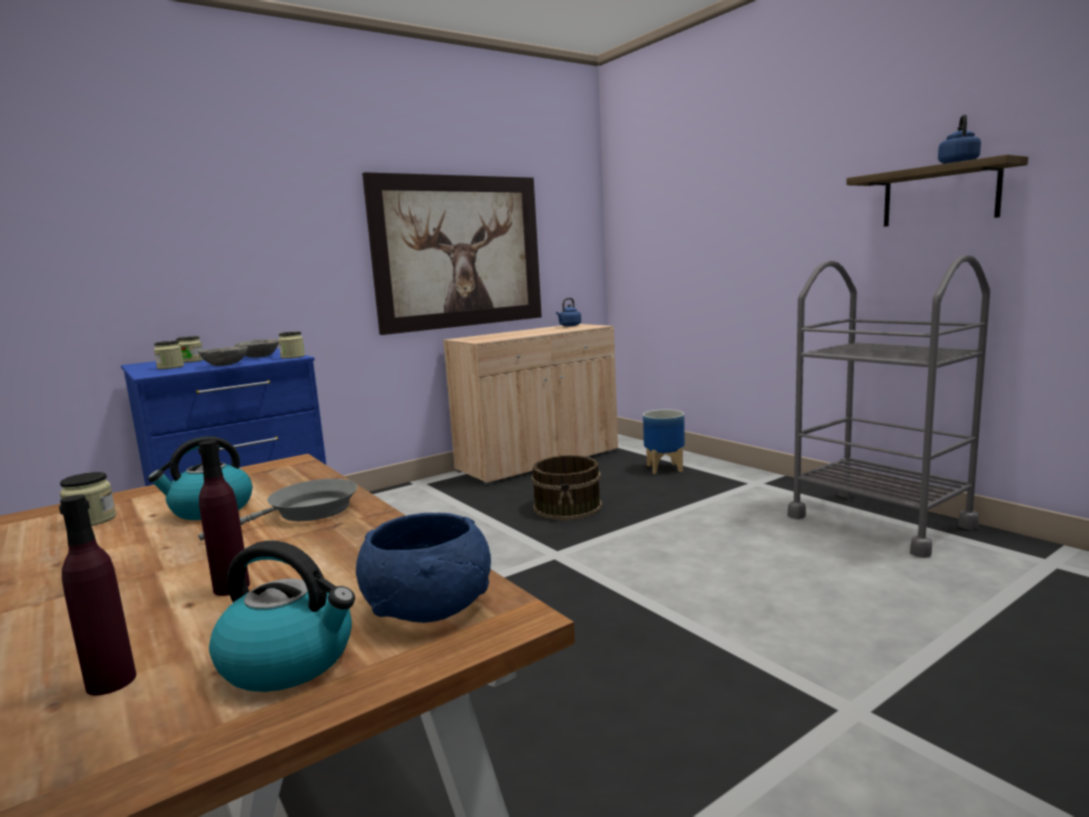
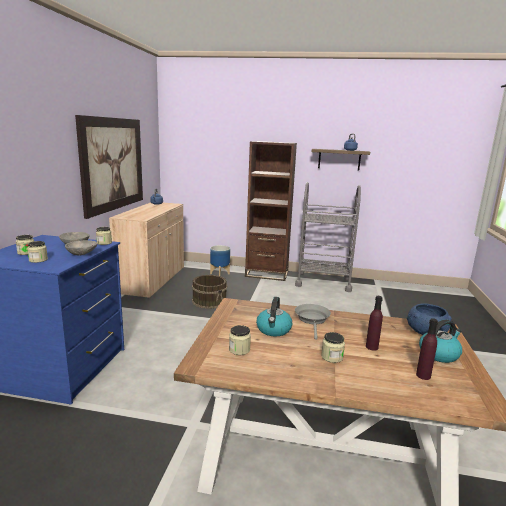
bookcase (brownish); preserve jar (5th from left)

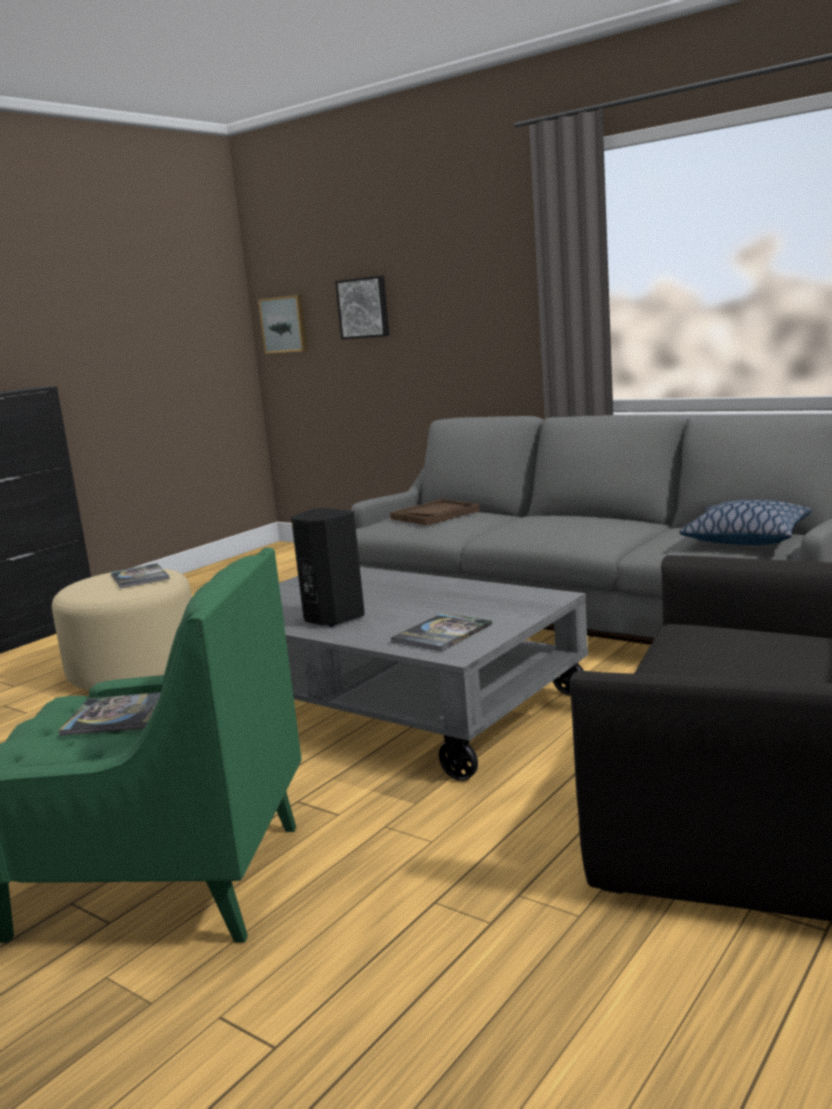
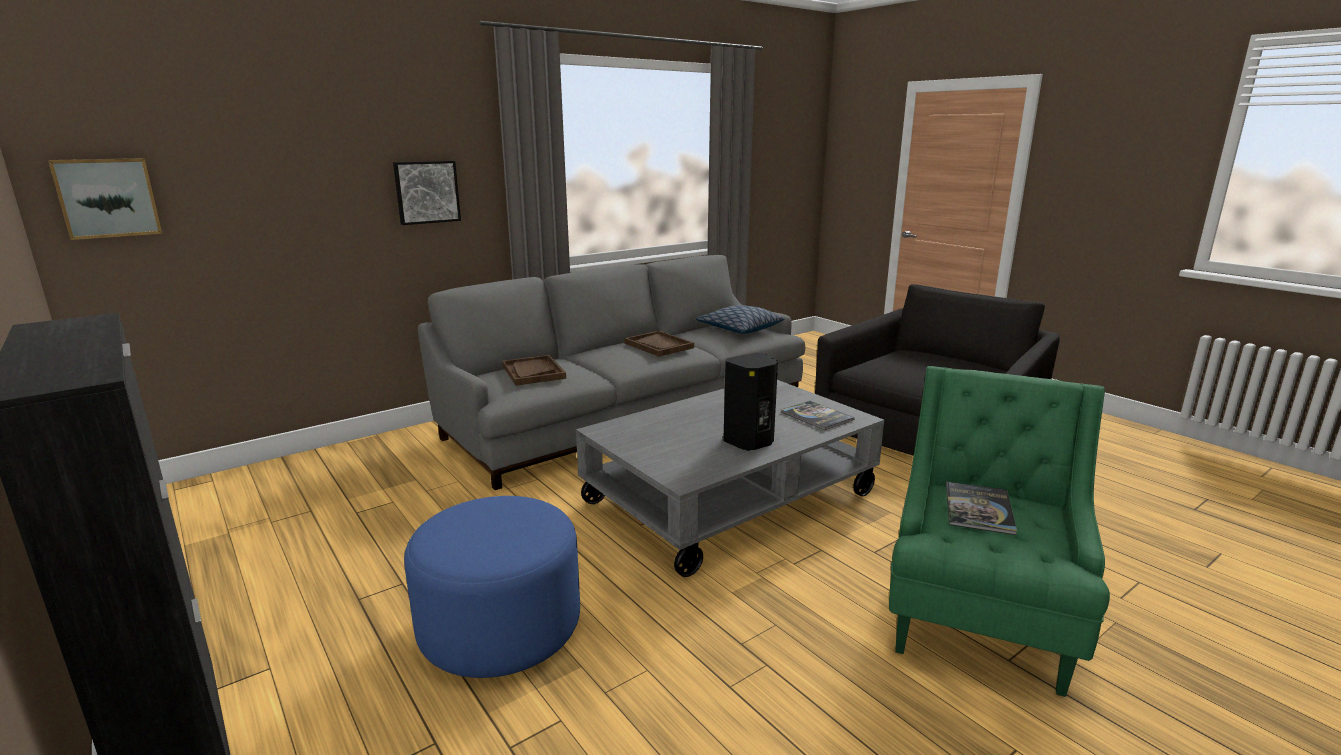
footrest (blue-coloured); bound book (2nd from left in the first image); picture (2nd from left); carrying tray (brownish) (2nd from left)

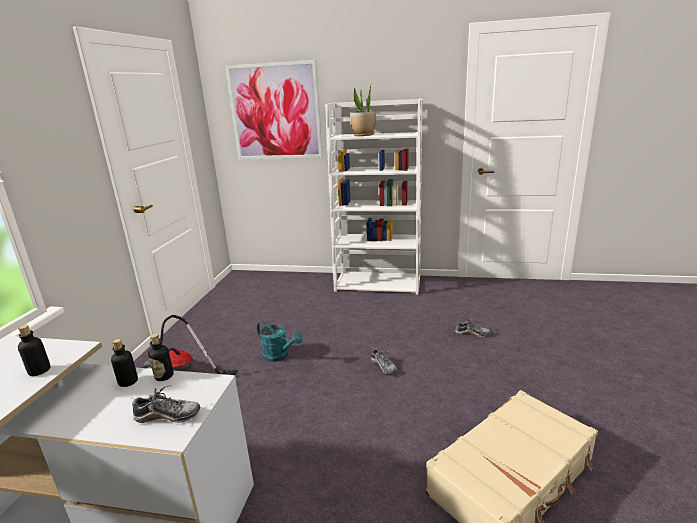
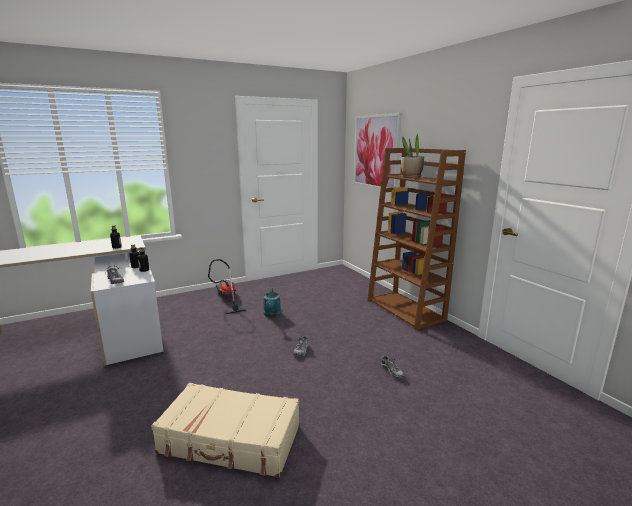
bookcase (brownish)

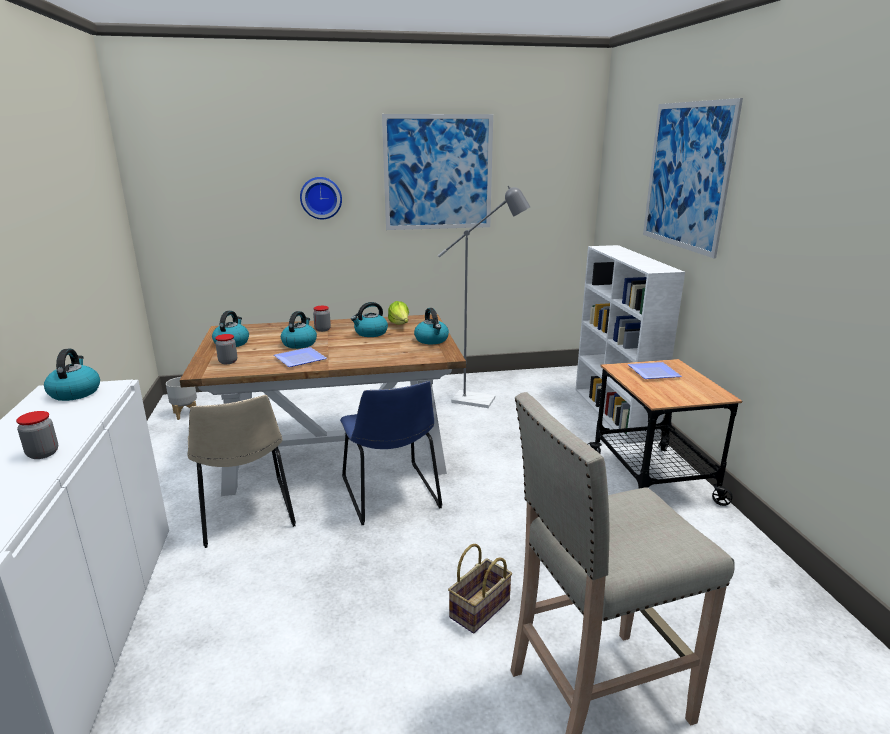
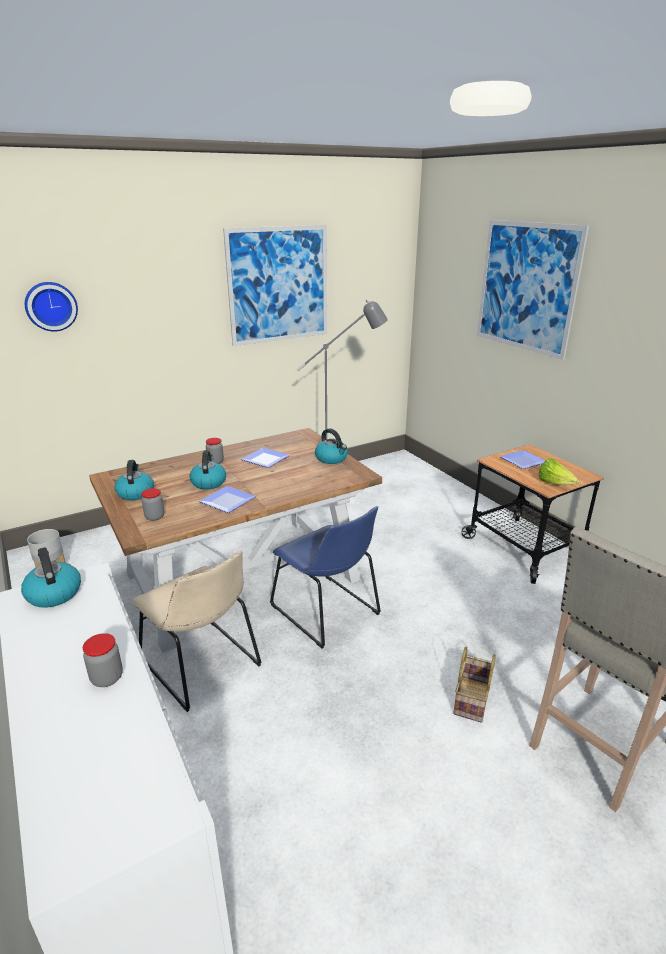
clock on the wall; plate (2nd from left); head of lettuce; bookcase (white)

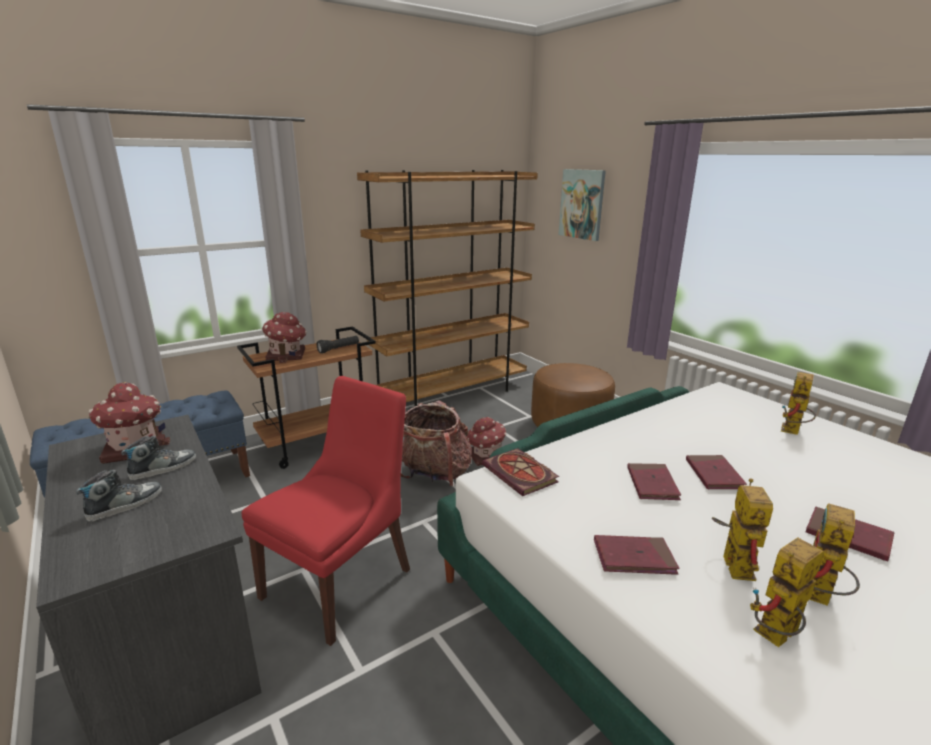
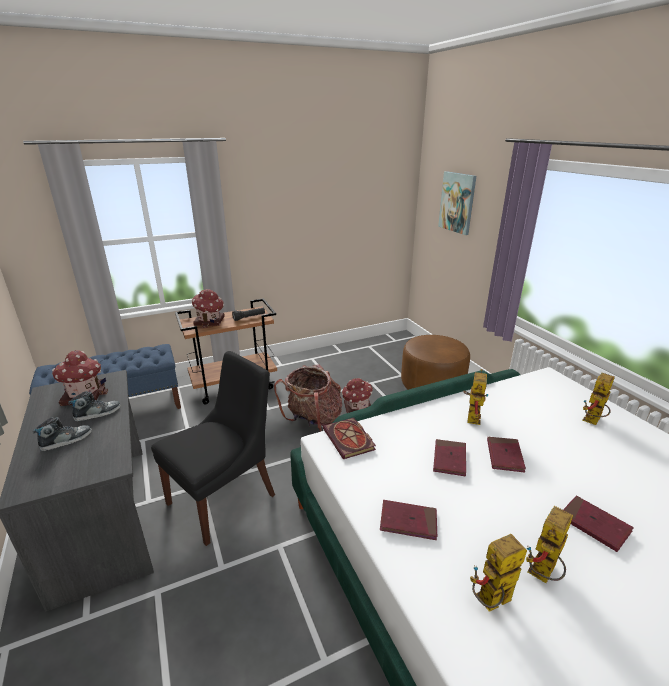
plain chair (blackish); bookcase (brownish); toy robot (1st from left)

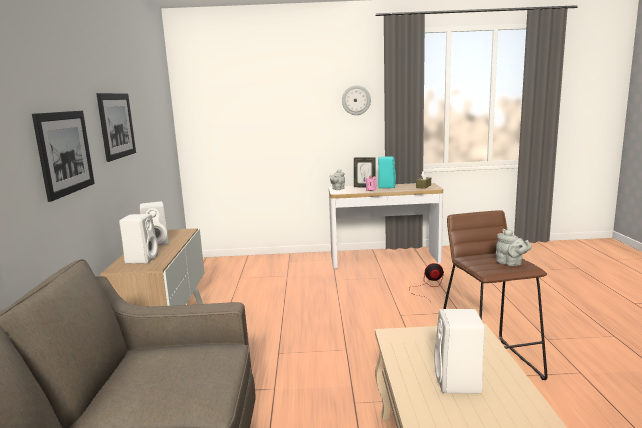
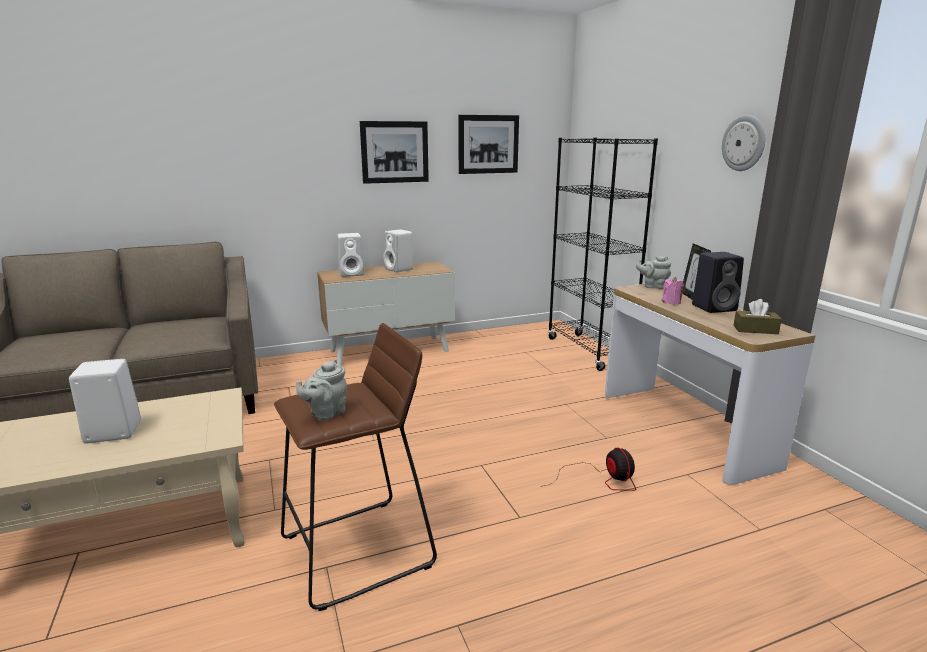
picture (2nd from left); speaker (blackish); bookcase (blackish)

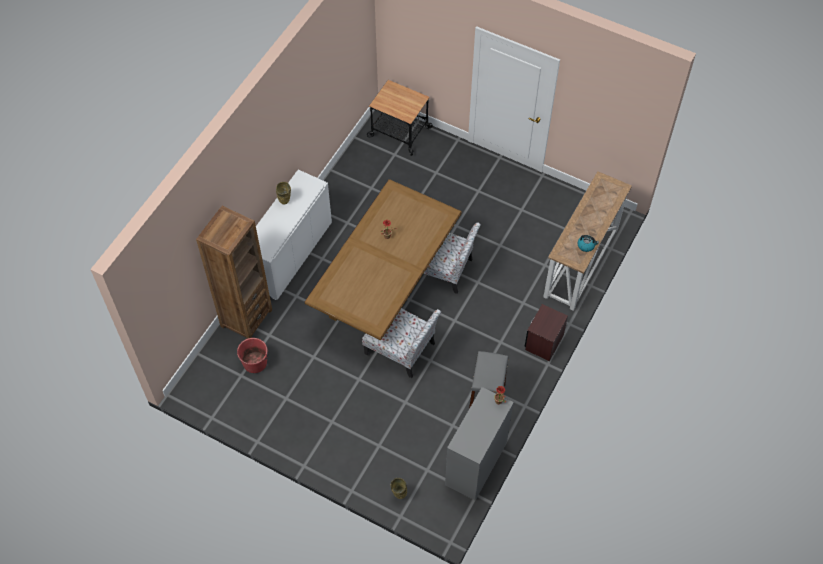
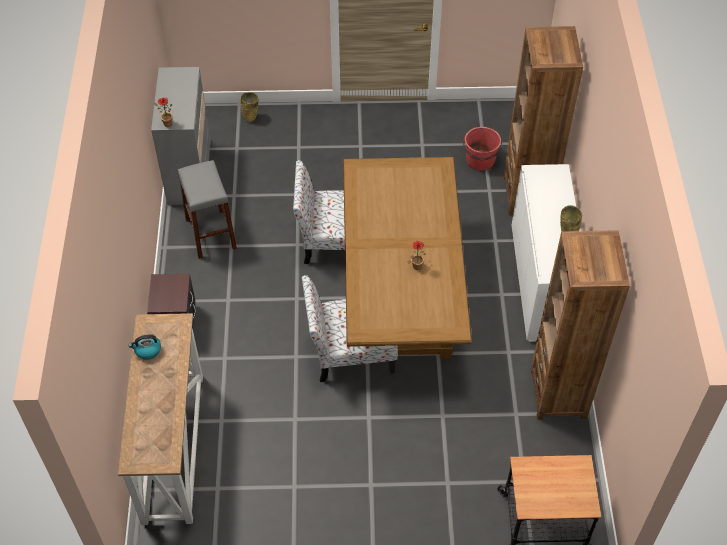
bookcase (brownish) (2nd from left)

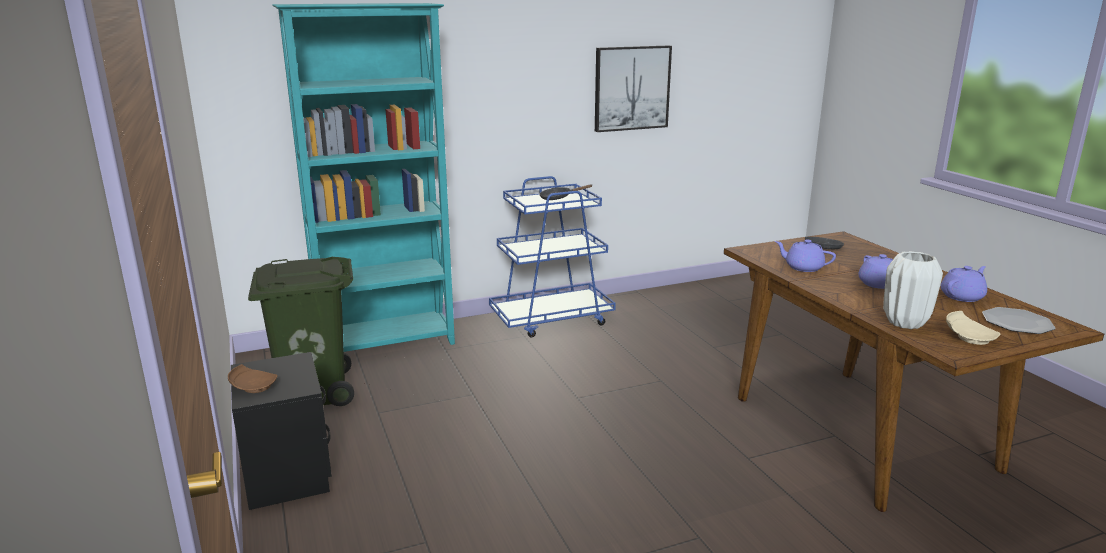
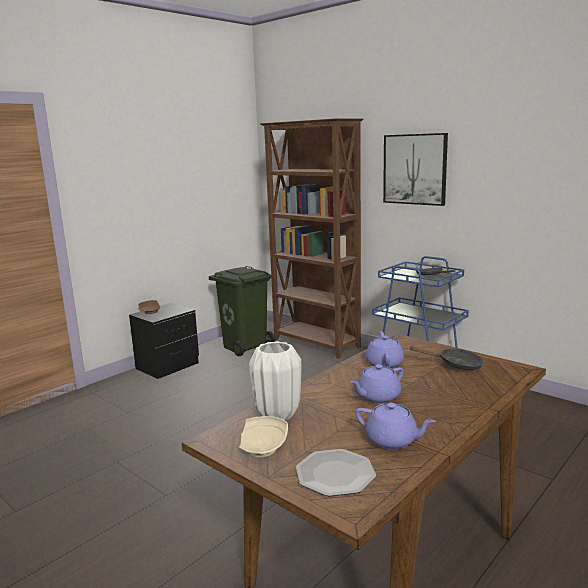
bookcase (brownish); picture

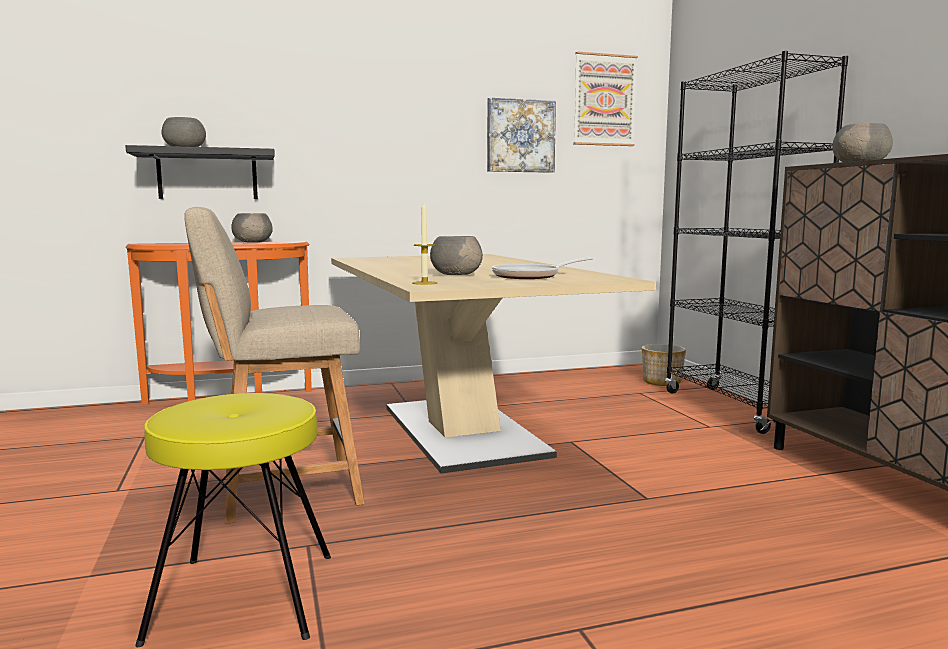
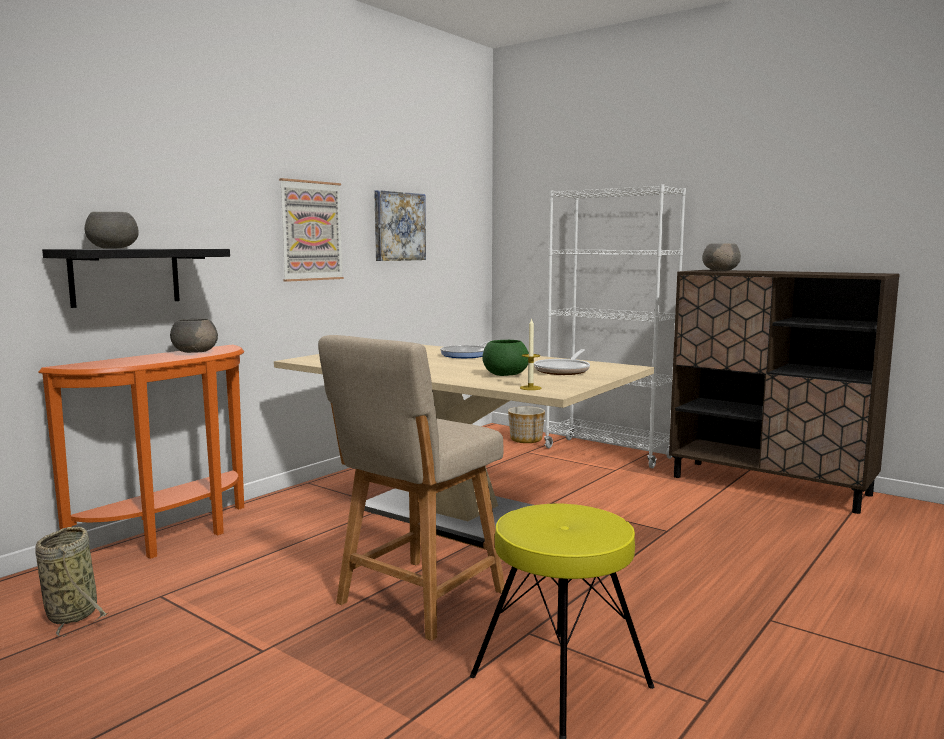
bowl (greenish); picture (1st from left); bookcase (white); storage basket; frying pan (1st from left)

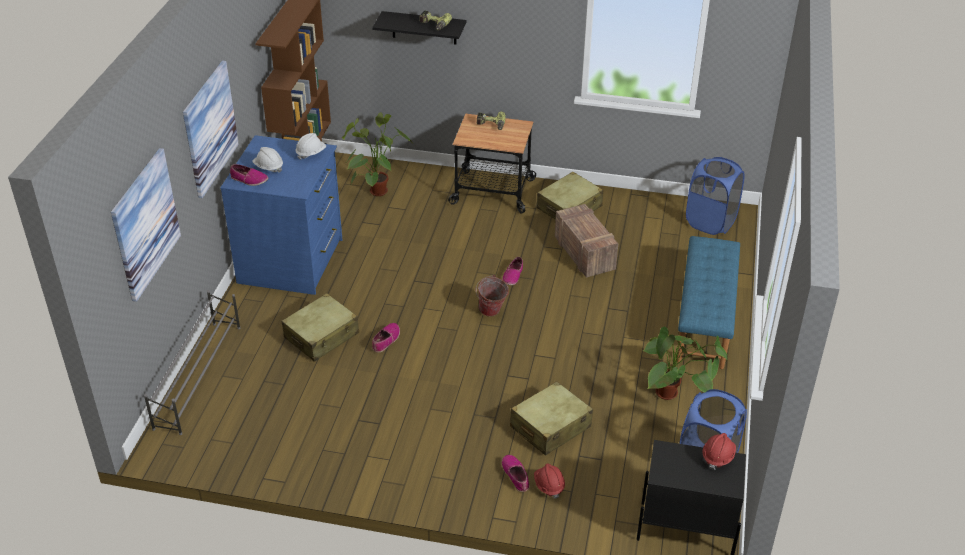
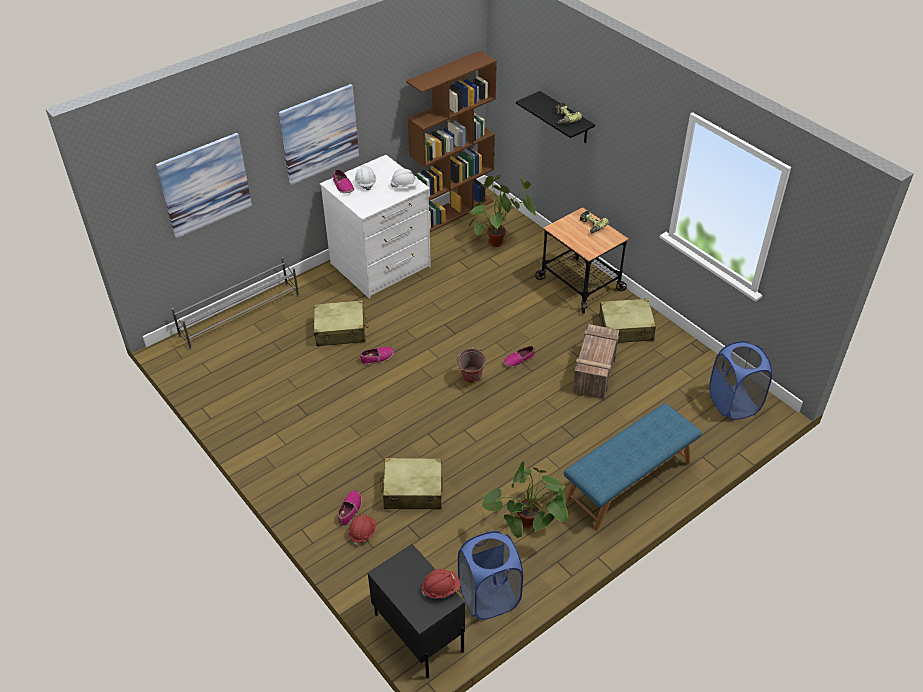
drawer chest (white)

